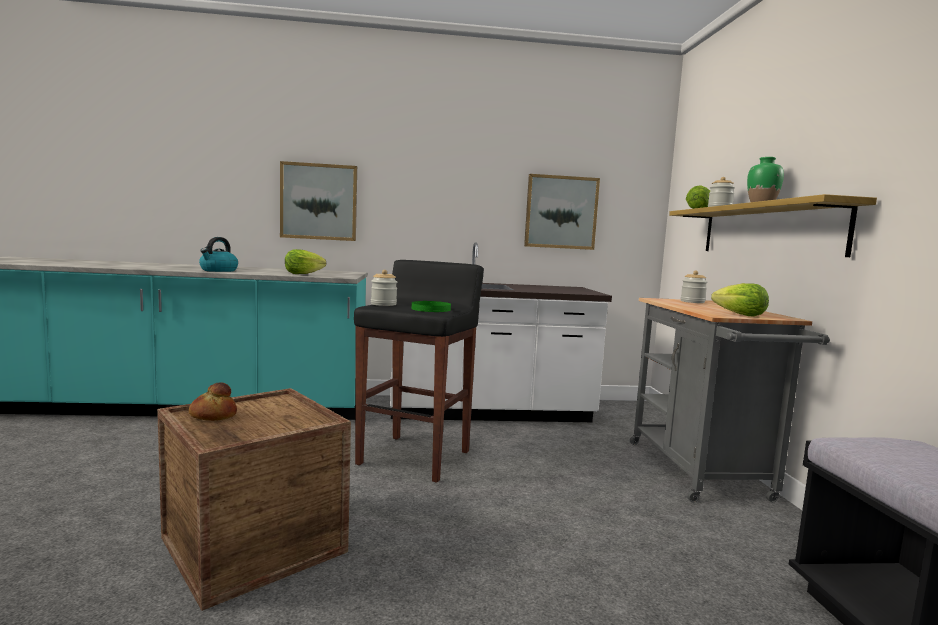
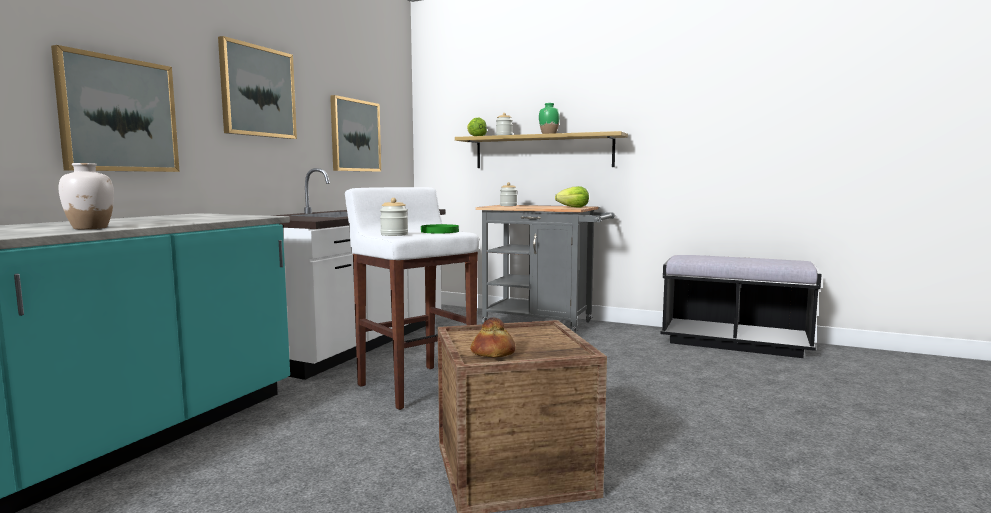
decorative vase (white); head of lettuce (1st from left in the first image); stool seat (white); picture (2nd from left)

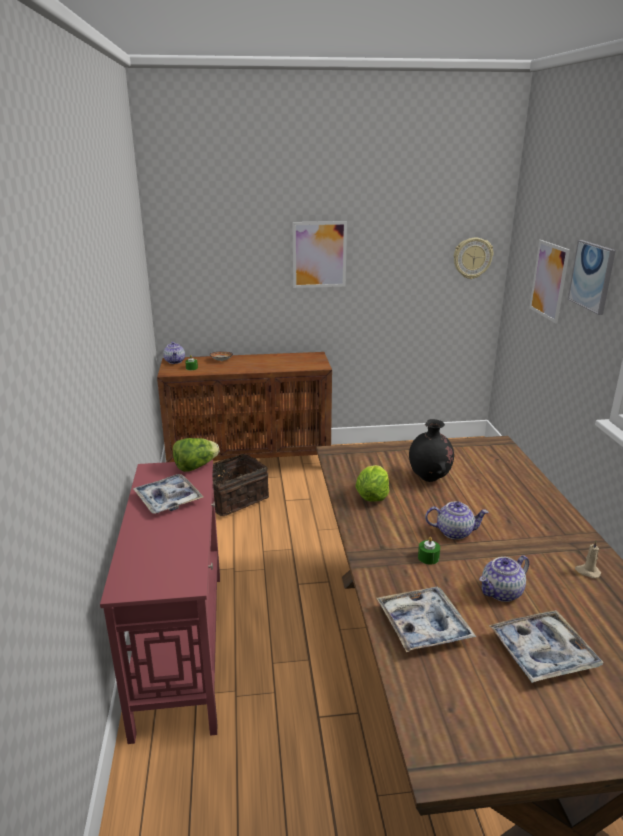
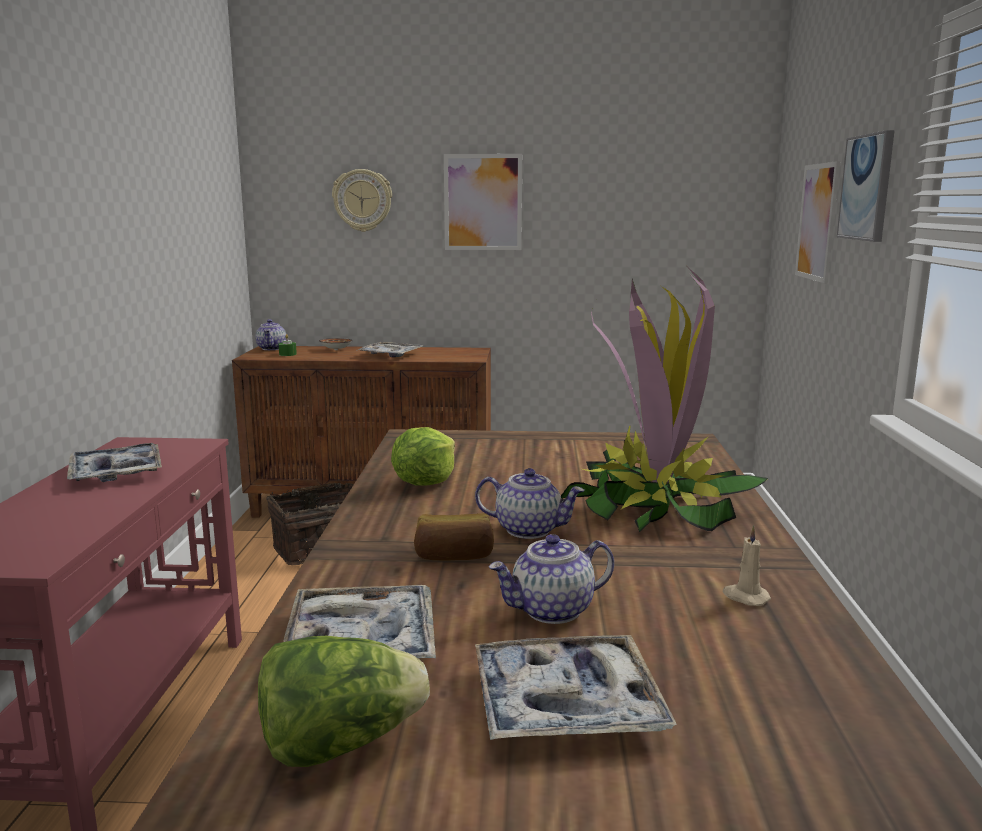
head of lettuce (1st from left); decorative vase (blackish); bread; clock on the wall; carrying tray (3rd from left); houseplant

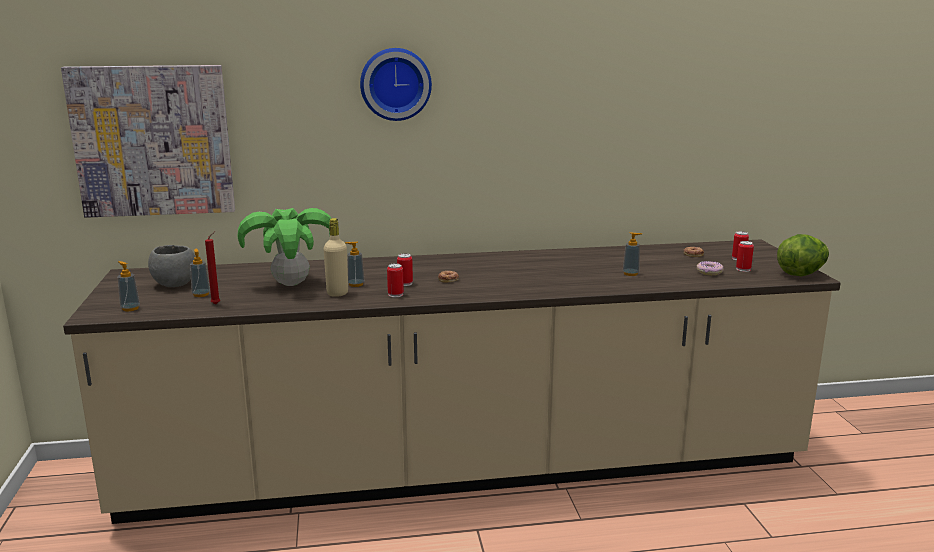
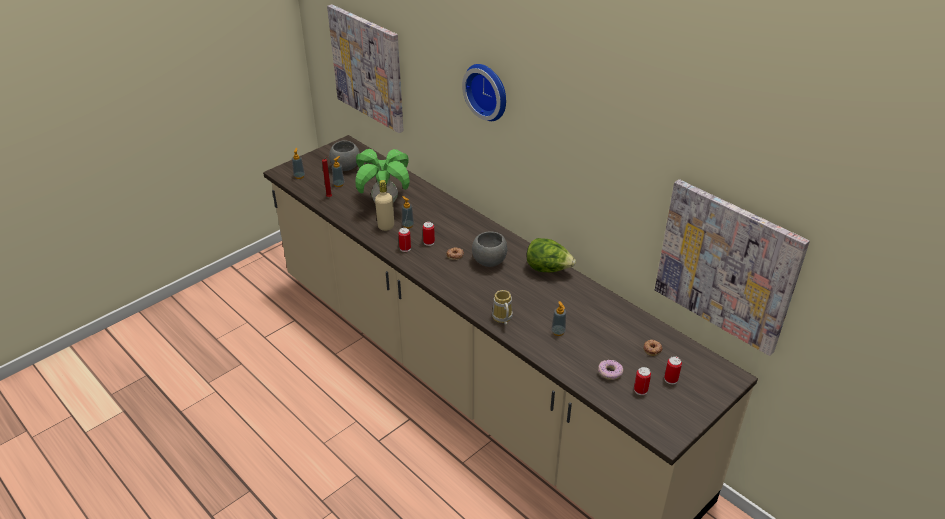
head of lettuce; bowl (grey) (2nd from left); tea mug; picture (2nd from left)

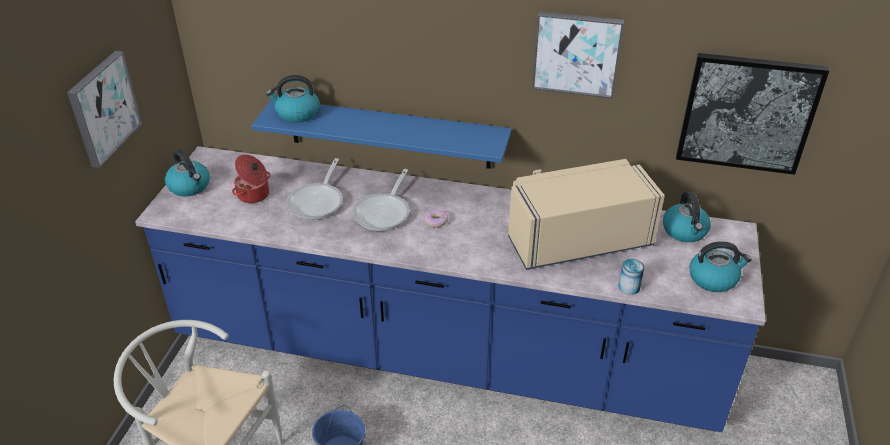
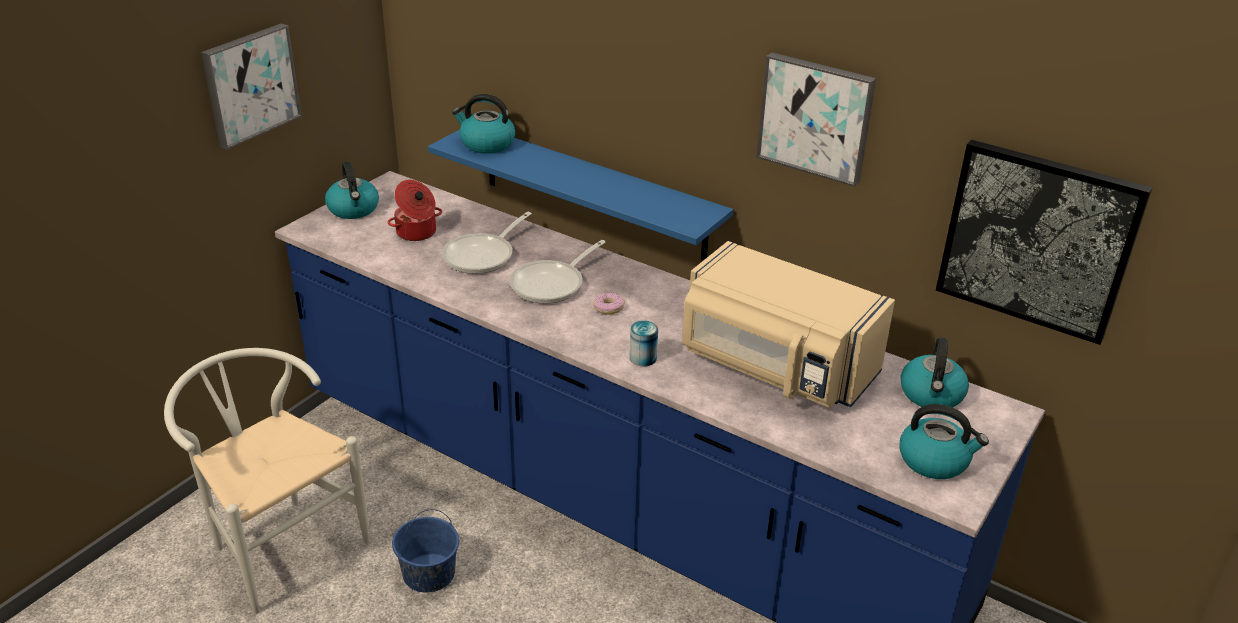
kitchen microwave (beige-coloured); metal can

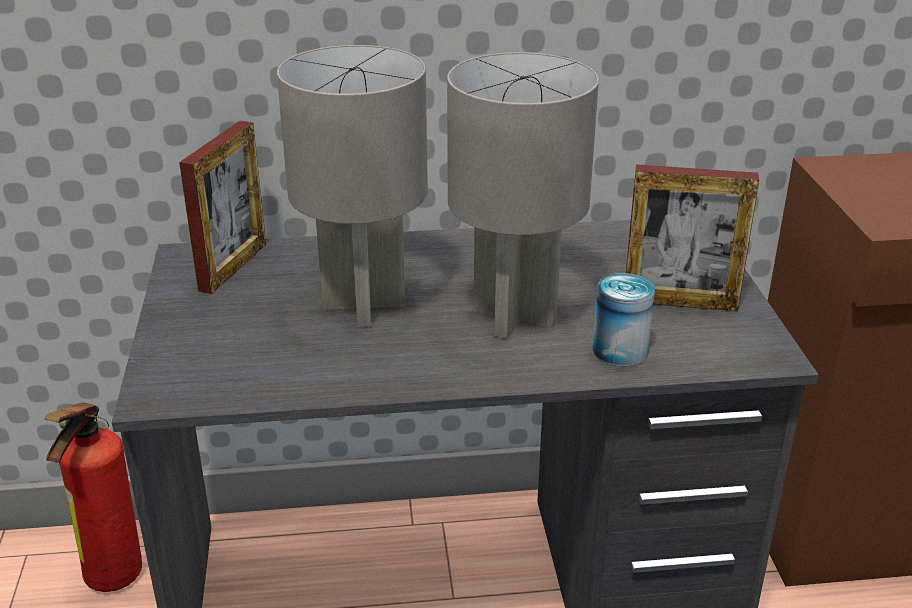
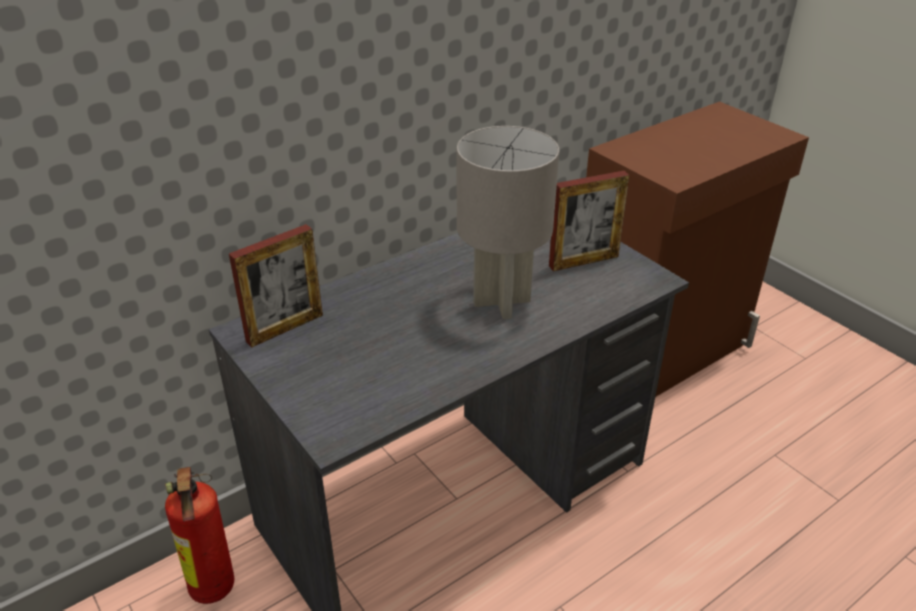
photo frame (1st from left); table lamp (grey) (1st from left in the first image); metal can

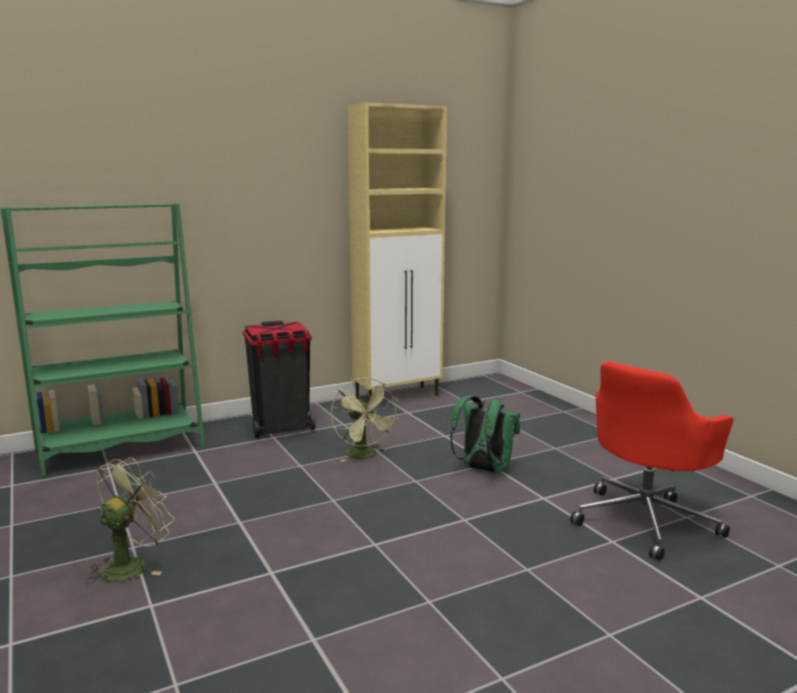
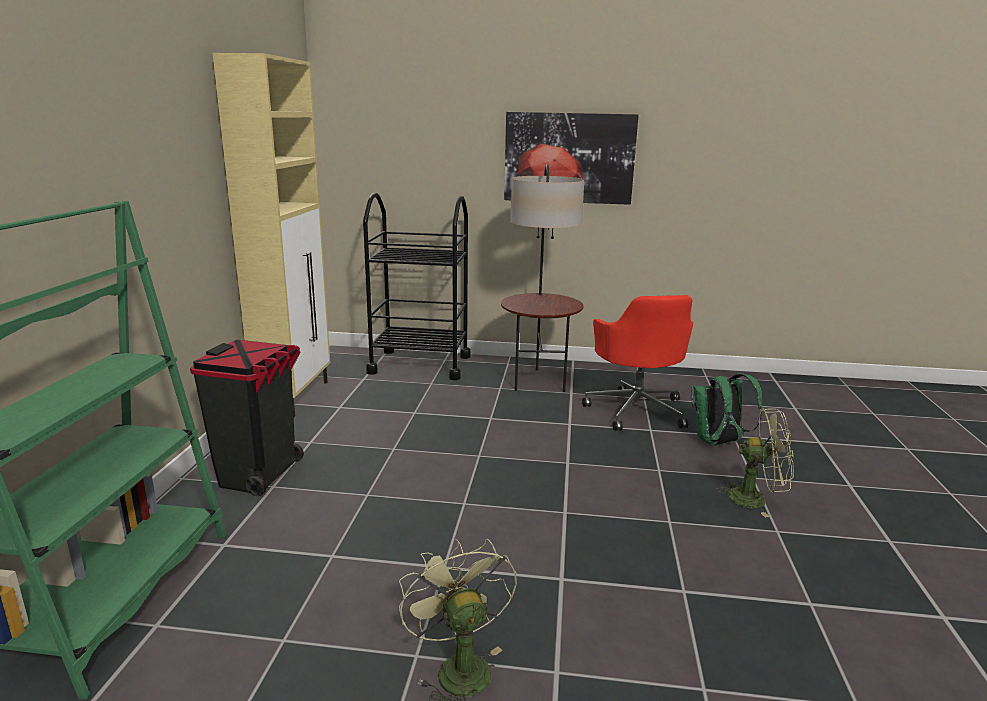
electric fan (greenish) (2nd from left); rucksack (greenish); cart (blackish); floor lamp; picture

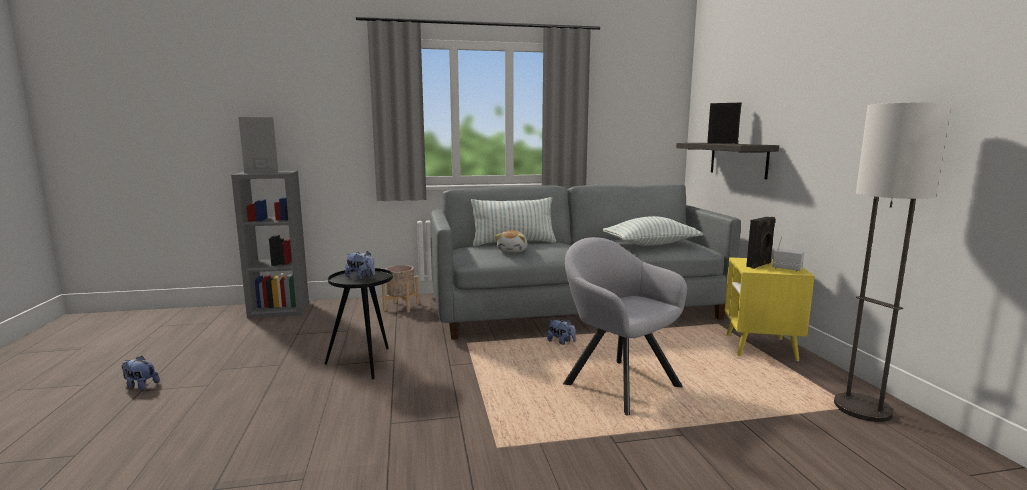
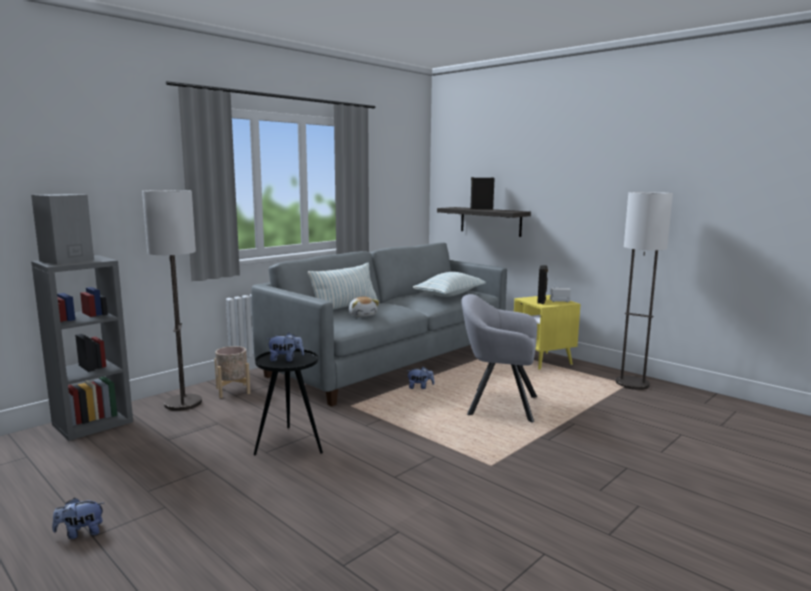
floor lamp (1st from left)

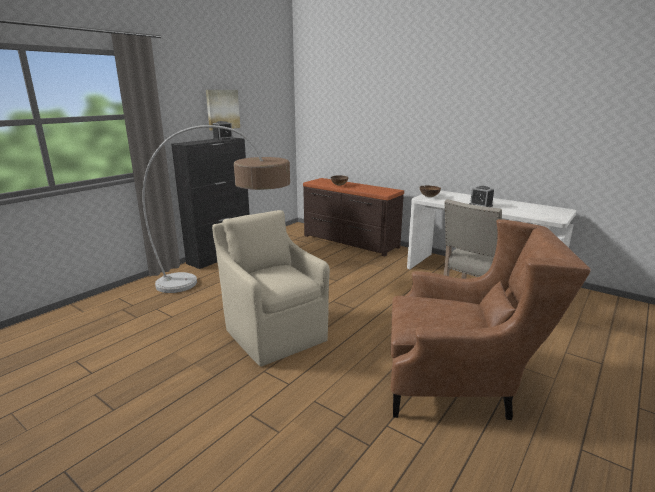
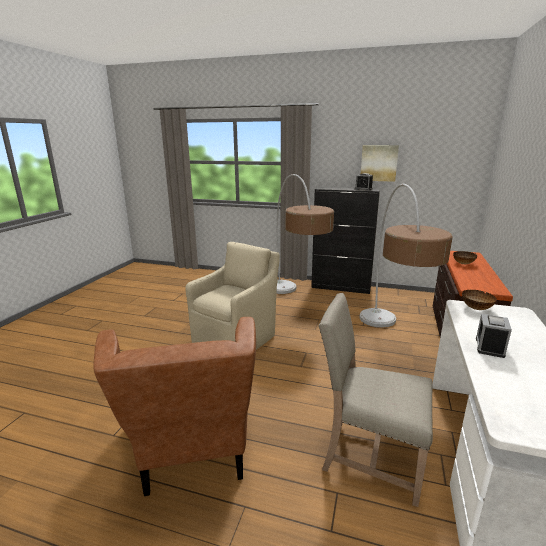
floor lamp (2nd from left)

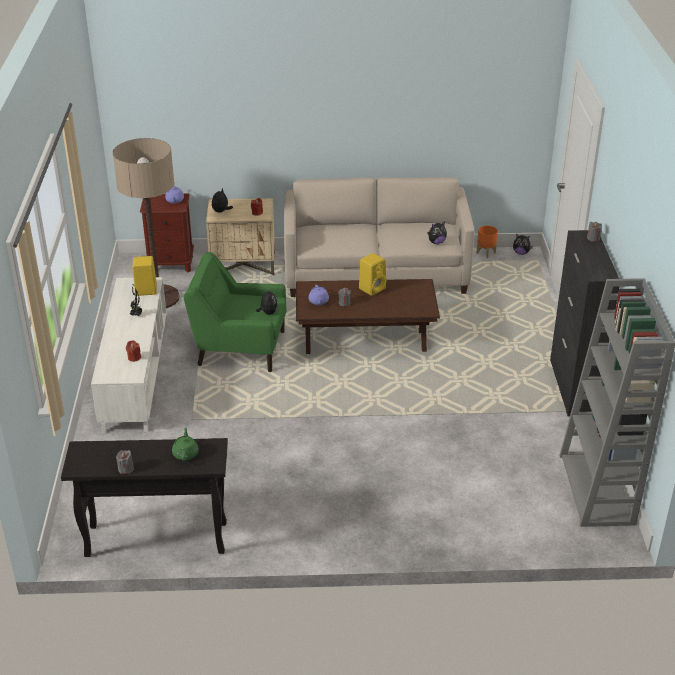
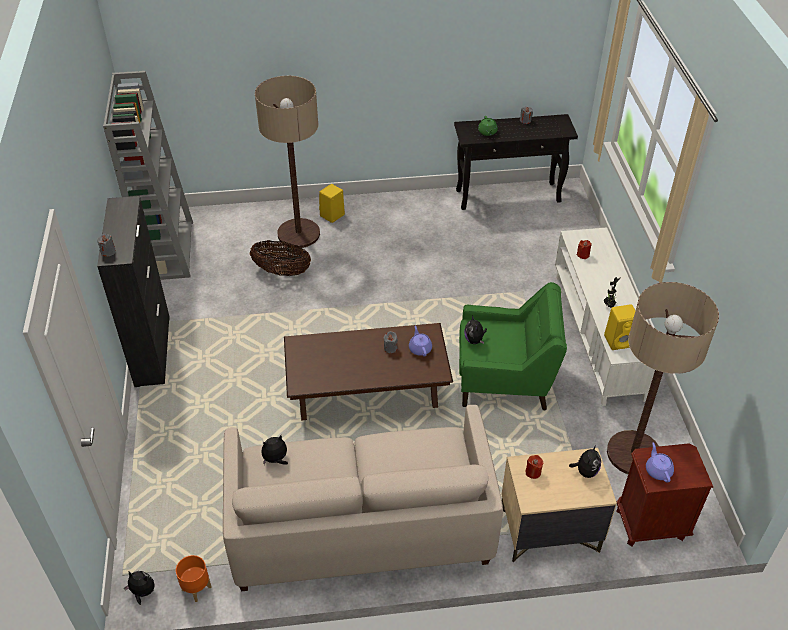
speaker (yellowish) (1st from left); storage basket; floor lamp (1st from left)

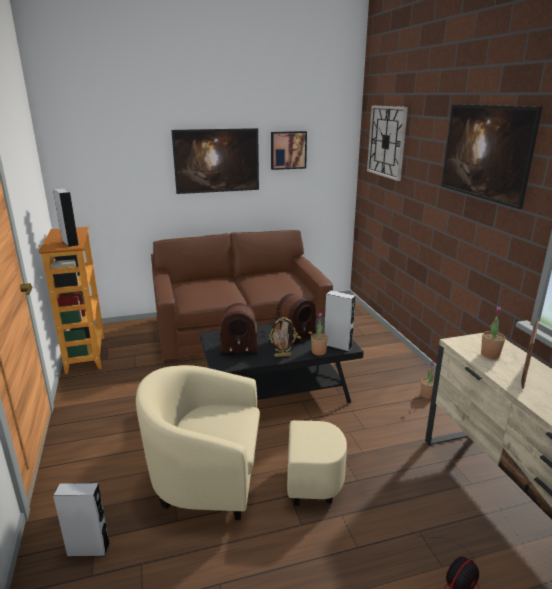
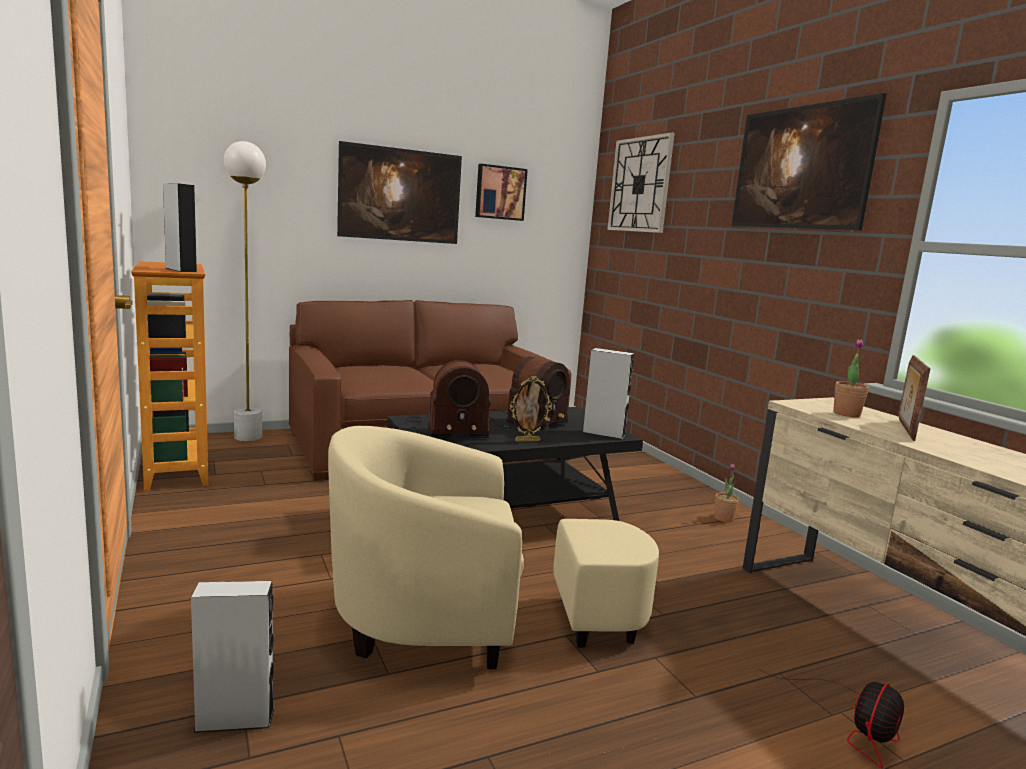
houseplant (1st from left in the first image); floor lamp (white)

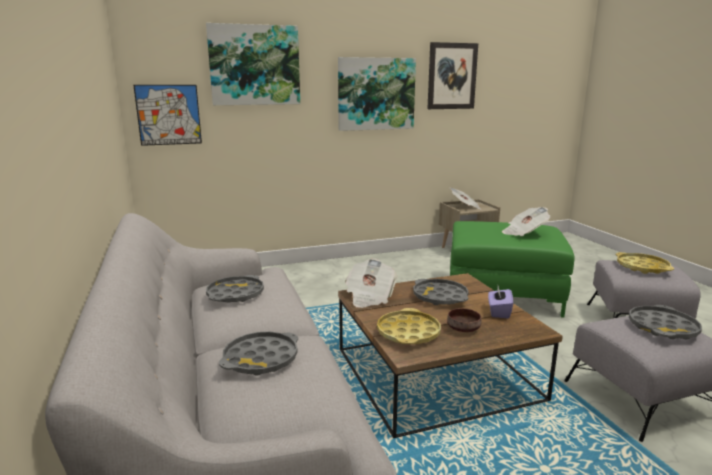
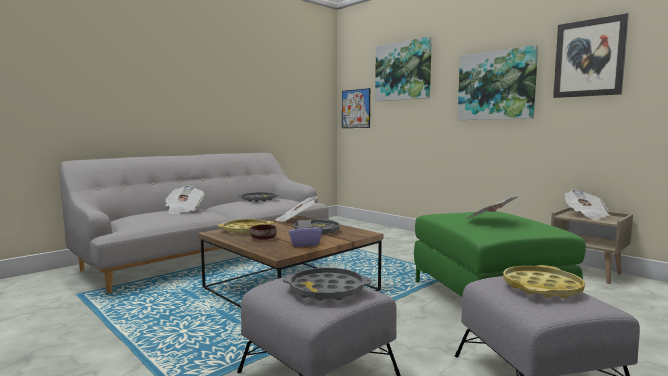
newspaper (1st from left)

